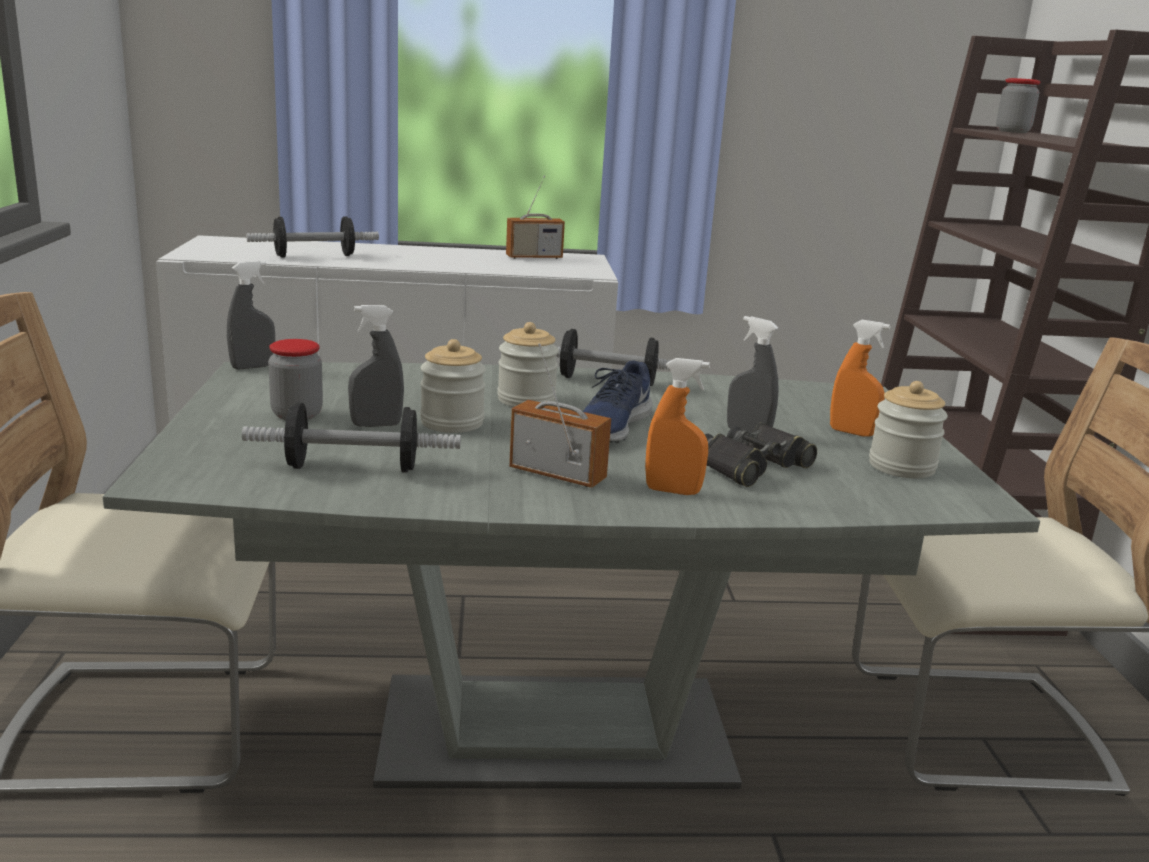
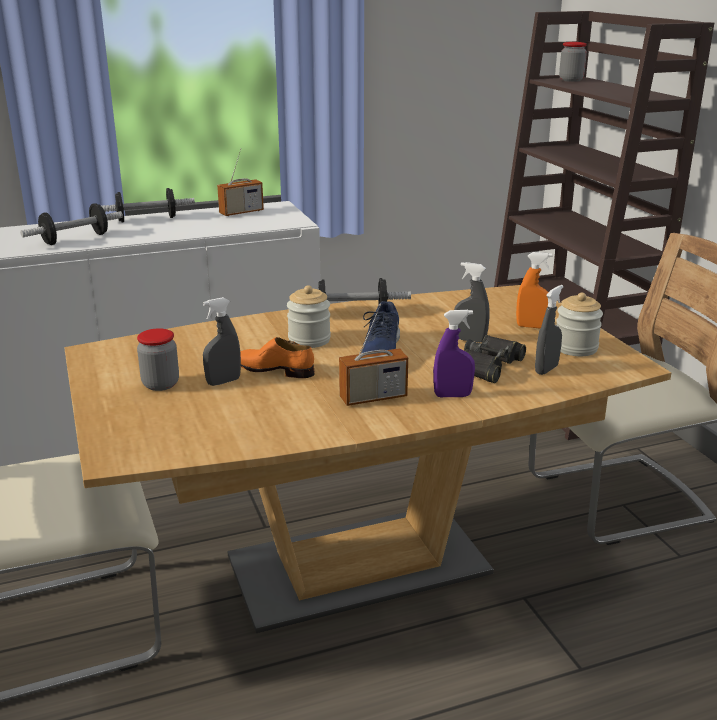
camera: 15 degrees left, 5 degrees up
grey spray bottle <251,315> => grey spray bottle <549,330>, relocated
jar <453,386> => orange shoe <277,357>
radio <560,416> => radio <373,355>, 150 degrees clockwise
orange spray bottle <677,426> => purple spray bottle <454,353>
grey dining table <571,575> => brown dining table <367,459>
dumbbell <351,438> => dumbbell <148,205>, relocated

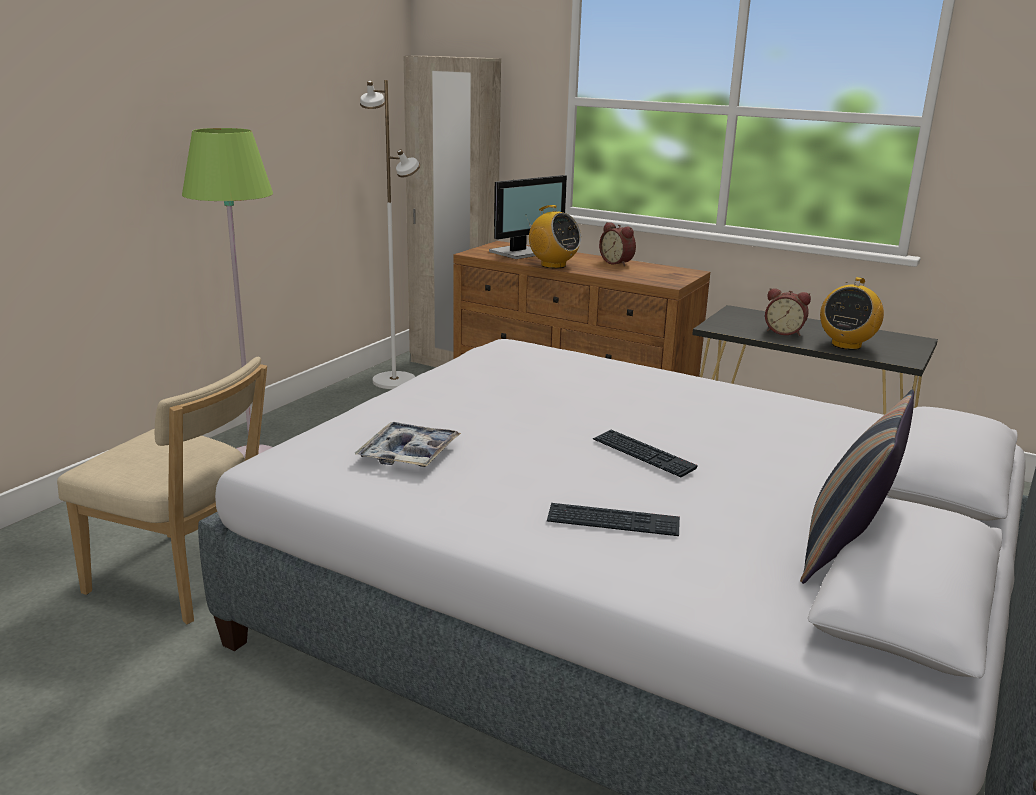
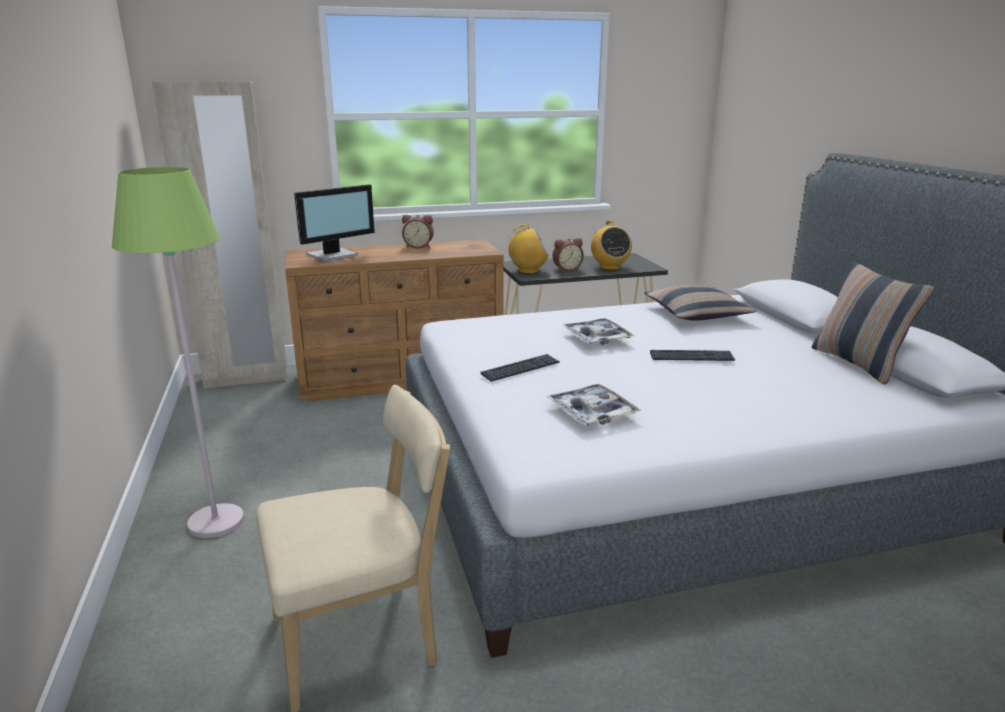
camera: 45 degrees left, 0 degrees up
white floor lamp <390,234> => nothing
monitor <528,217> => monitor <334,223>, 45 degrees clockwise
radio <554,237> => radio <528,249>, relocated
keyboard <613,519> => keyboard <520,368>, relocated
nothing => pillow <700,303>
nothing => tray <598,331>

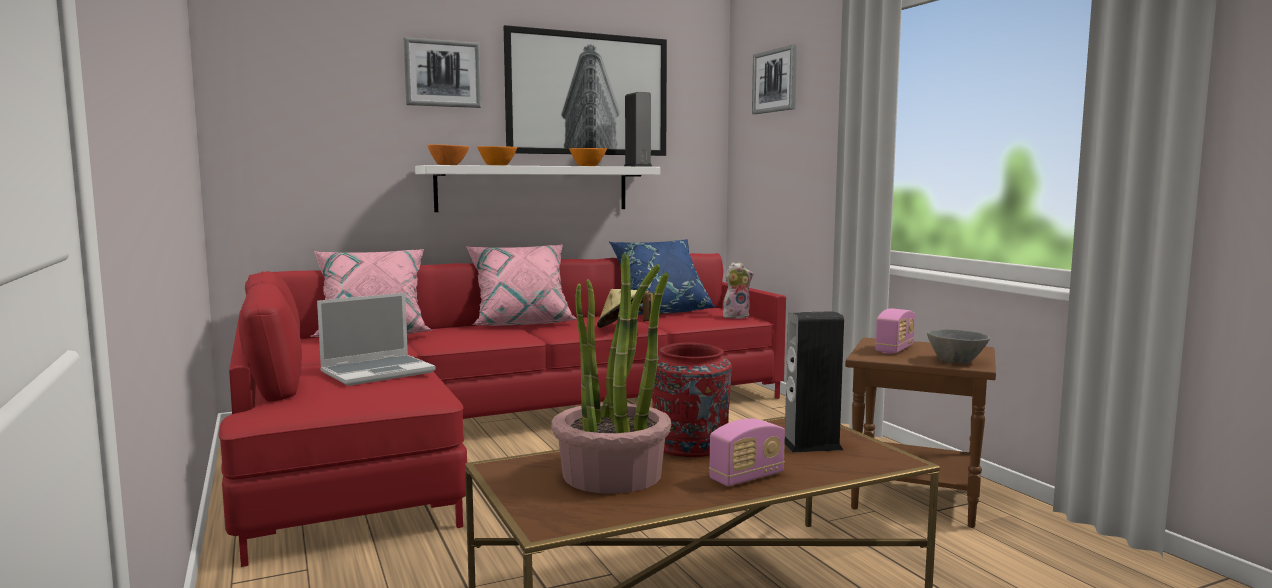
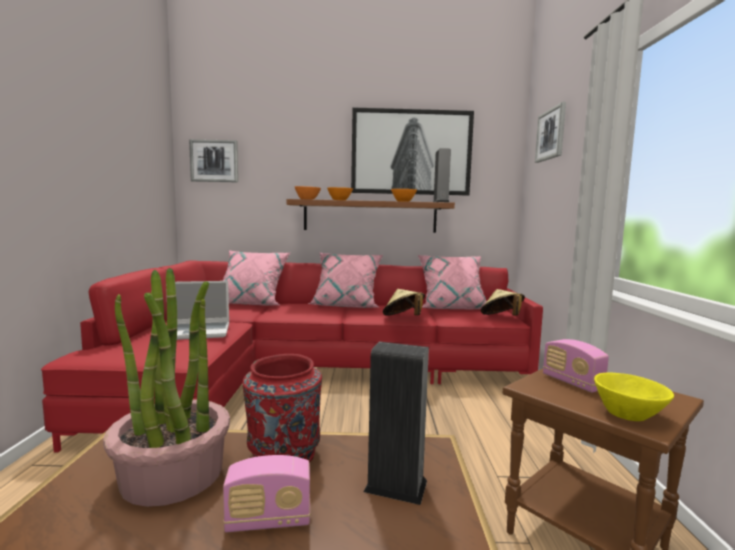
camera: 25 degrees right, 0 degrees up
picture <442,72> => picture <213,160>, relocated
white shelf <537,188> => brown shelf <370,216>
blue pillow <662,277> => pink pillow <452,282>
plush toy <738,290> => beige hat <503,302>
radio <895,331> => radio <576,366>, 90 degrees clockwise
grey bowl <958,346> => yellow bowl <634,397>

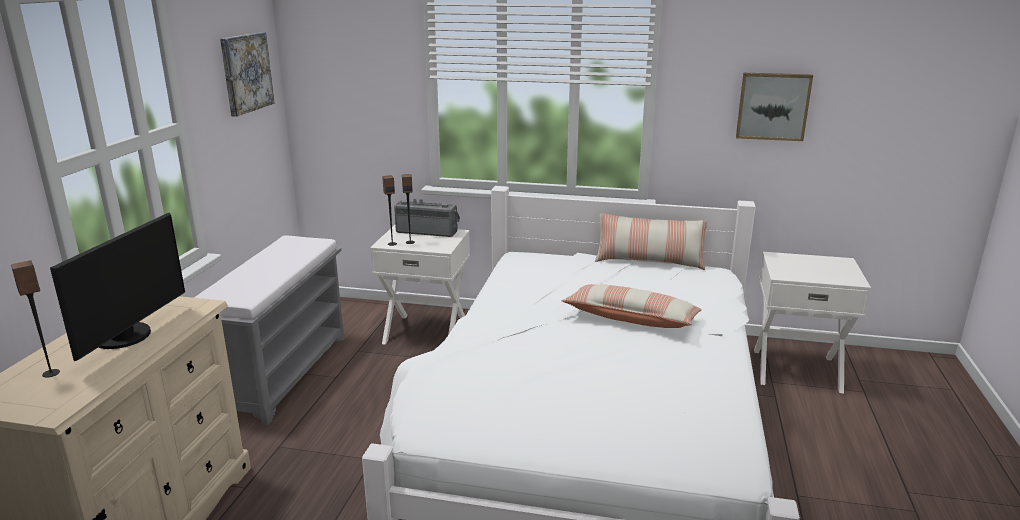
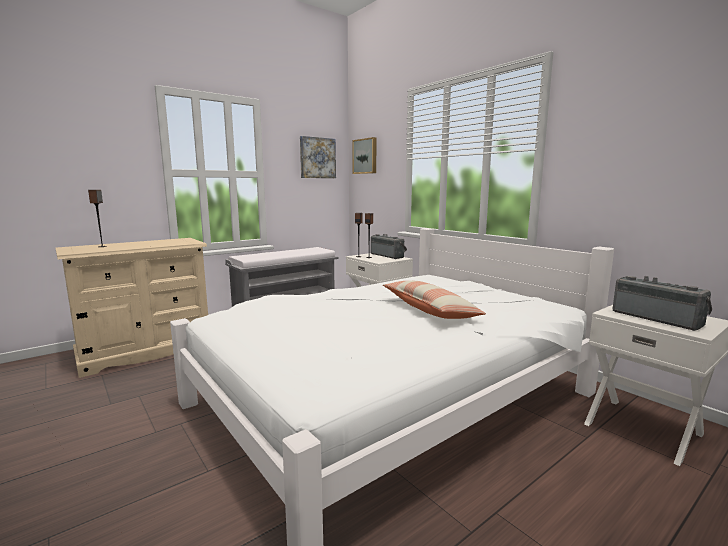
camera: 40 degrees right, 10 degrees down
picture <774,107> => picture <364,155>, relocated
monitor <117,287> => nothing
pillow <651,241> => nothing
nothing => radio <662,303>

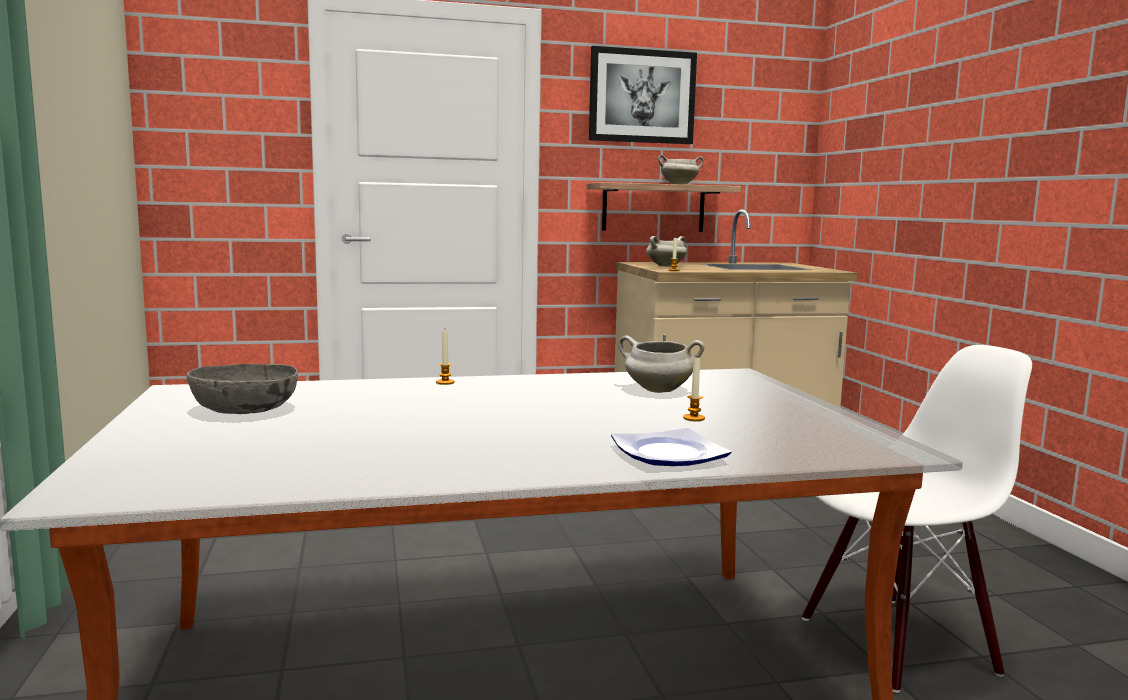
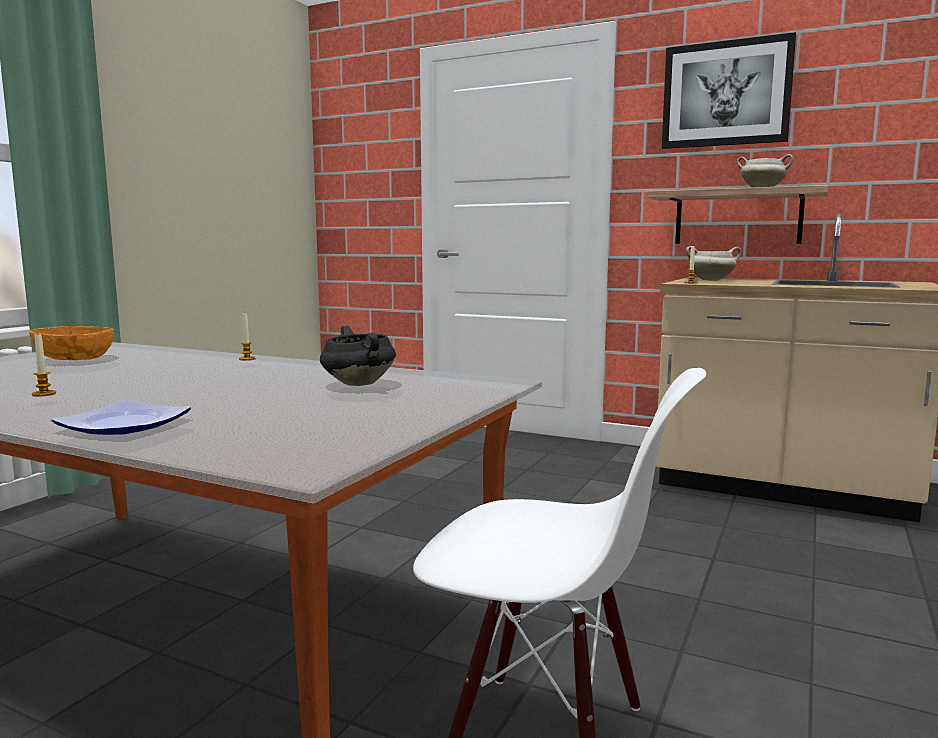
camera: 40 degrees right, 0 degrees up
white cooking pot <661,364> => black cooking pot <358,356>
candle <694,389> => candle <44,364>, relocated
grey bowl <242,389> => orange bowl <71,343>

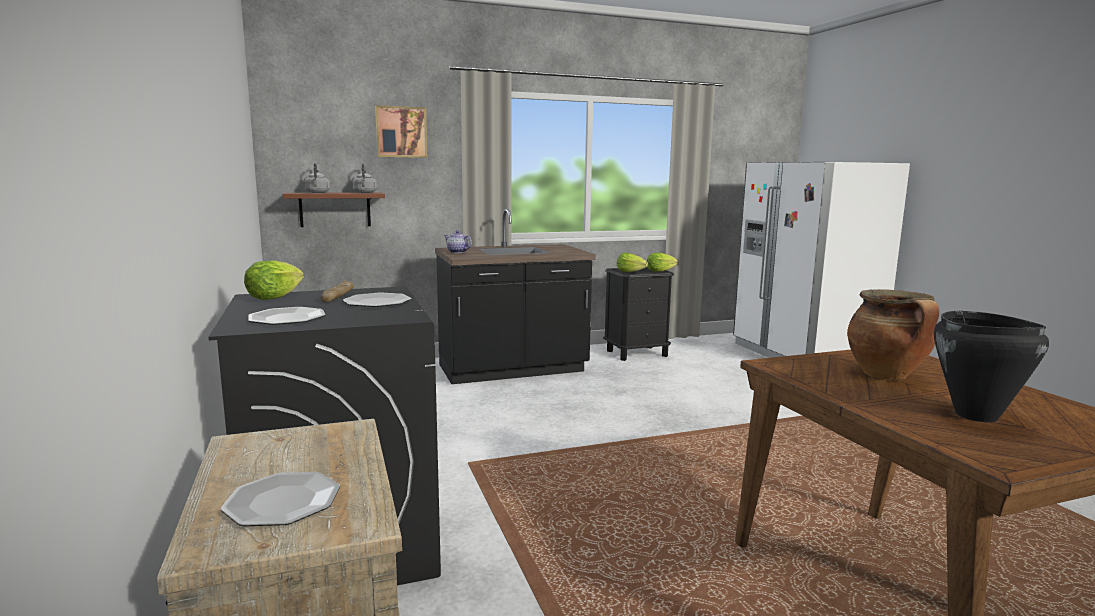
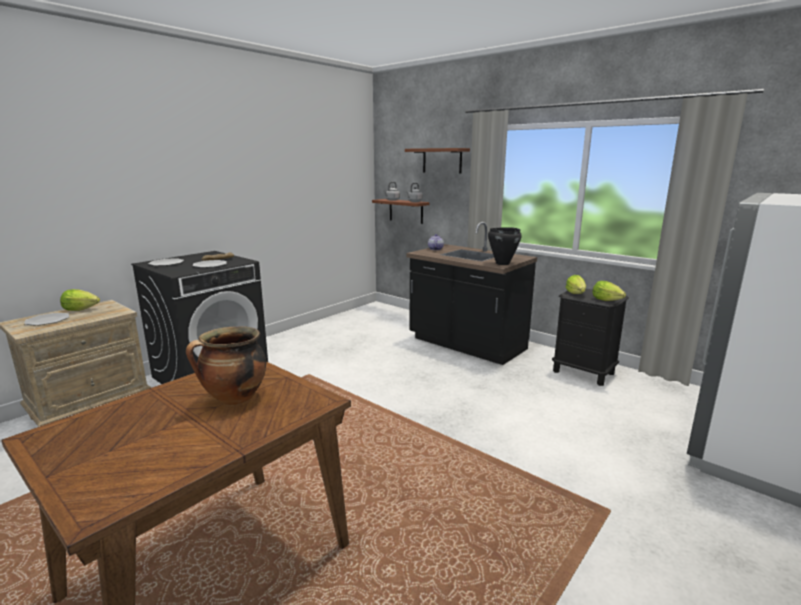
camera: 60 degrees right, 5 degrees up
picture <401,131> => shelf <437,161>
lettuce <274,280> => lettuce <80,300>, relocated
black cooking pot <991,366> => black cooking pot <505,246>, relocated

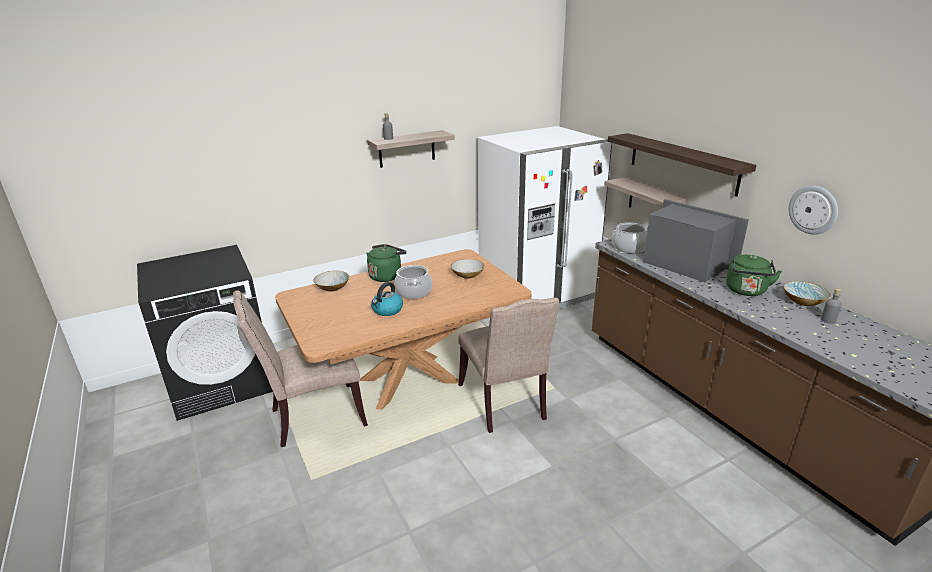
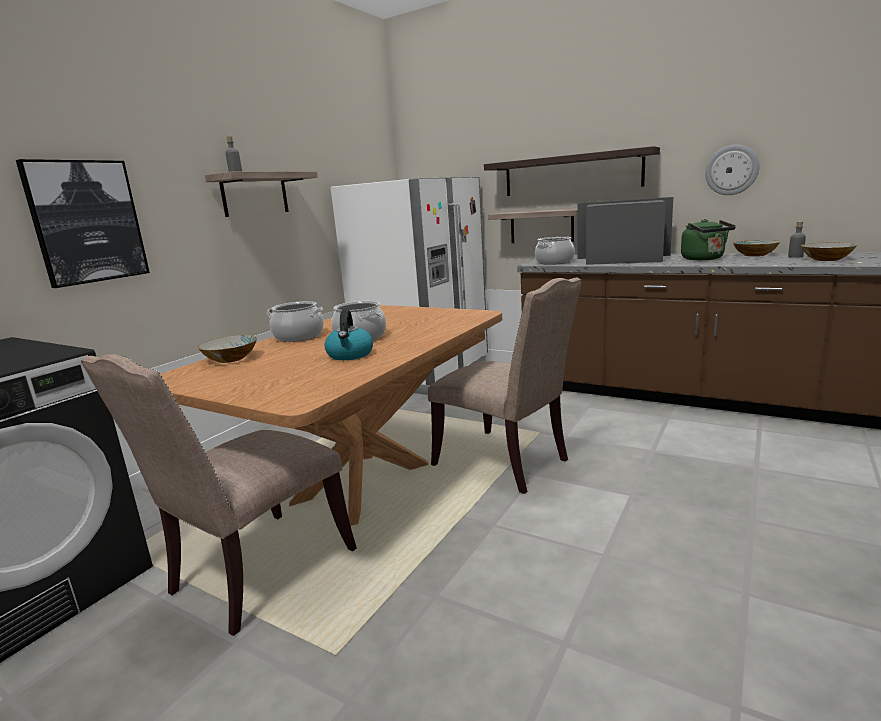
camera: 30 degrees left, 10 degrees down
green kettle <386,263> => cooking pot <295,321>
bowl <467,269> => bowl <829,252>, relocated
nothing => picture <83,223>

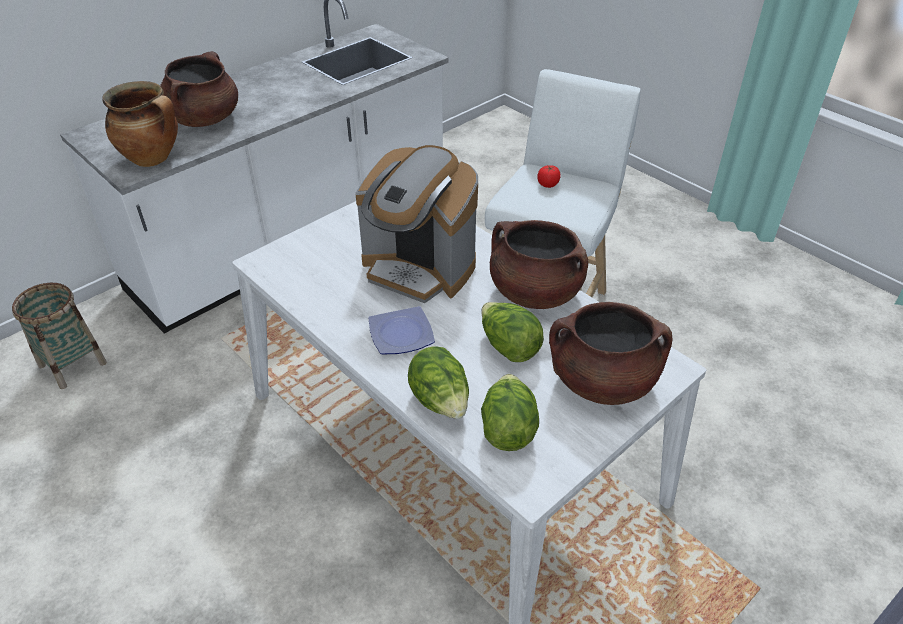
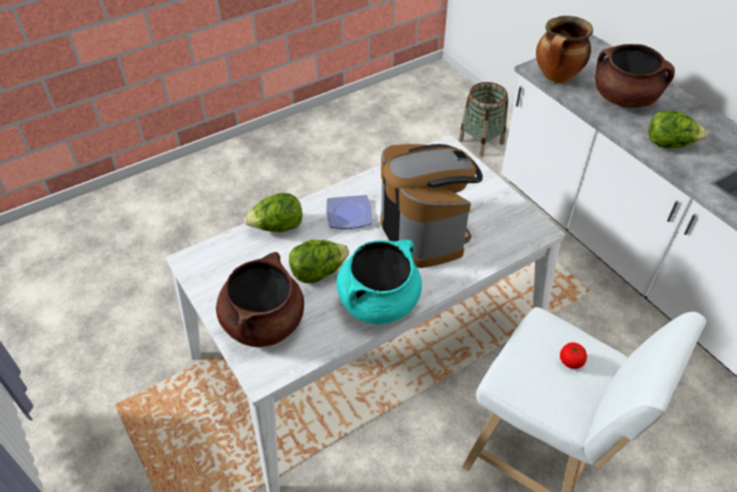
camera: 100 degrees right, 5 degrees up
coffee machine <416,224> => coffee machine <431,206>, 120 degrees clockwise
brown cooking pot <539,264> => turquoise cooking pot <379,282>
lettuce <510,412> => lettuce <678,129>, relocated

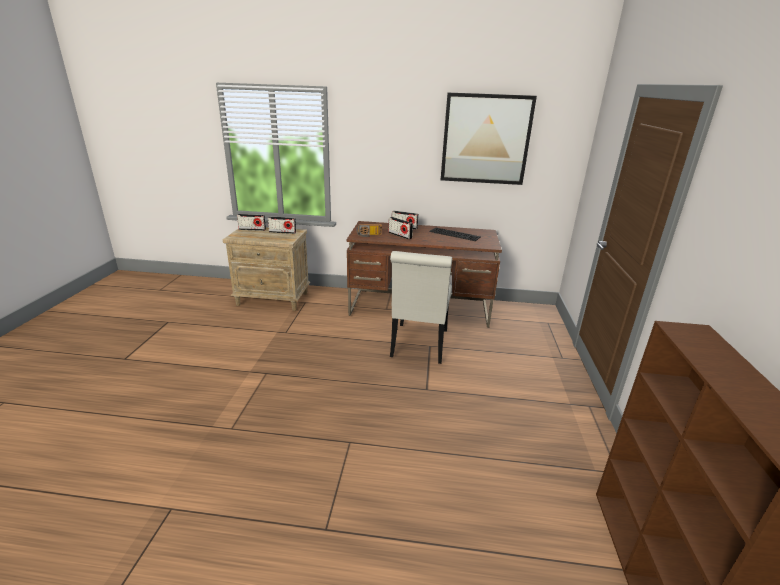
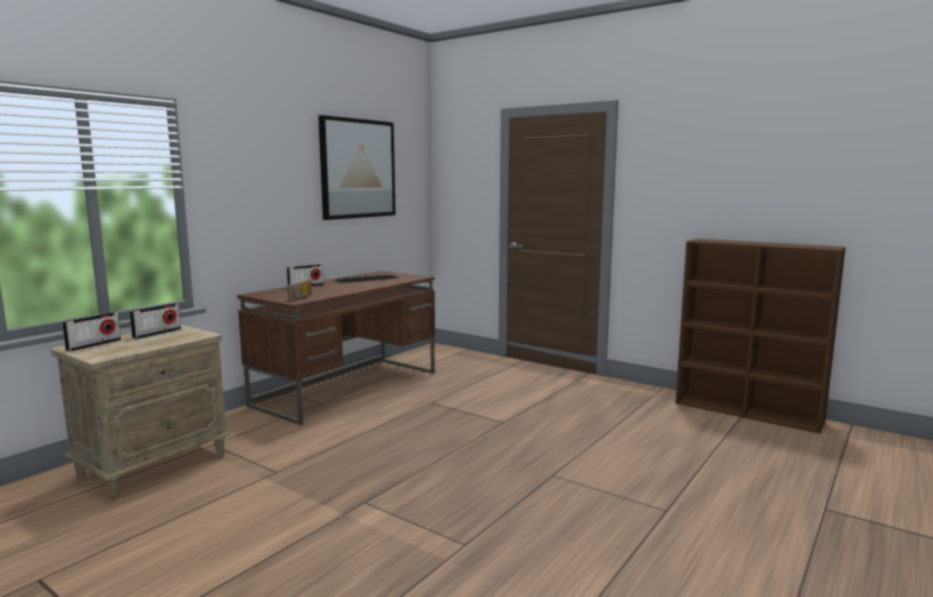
camera: 60 degrees left, 15 degrees down
radio <400,228> => nothing
white chair <421,307> => nothing

